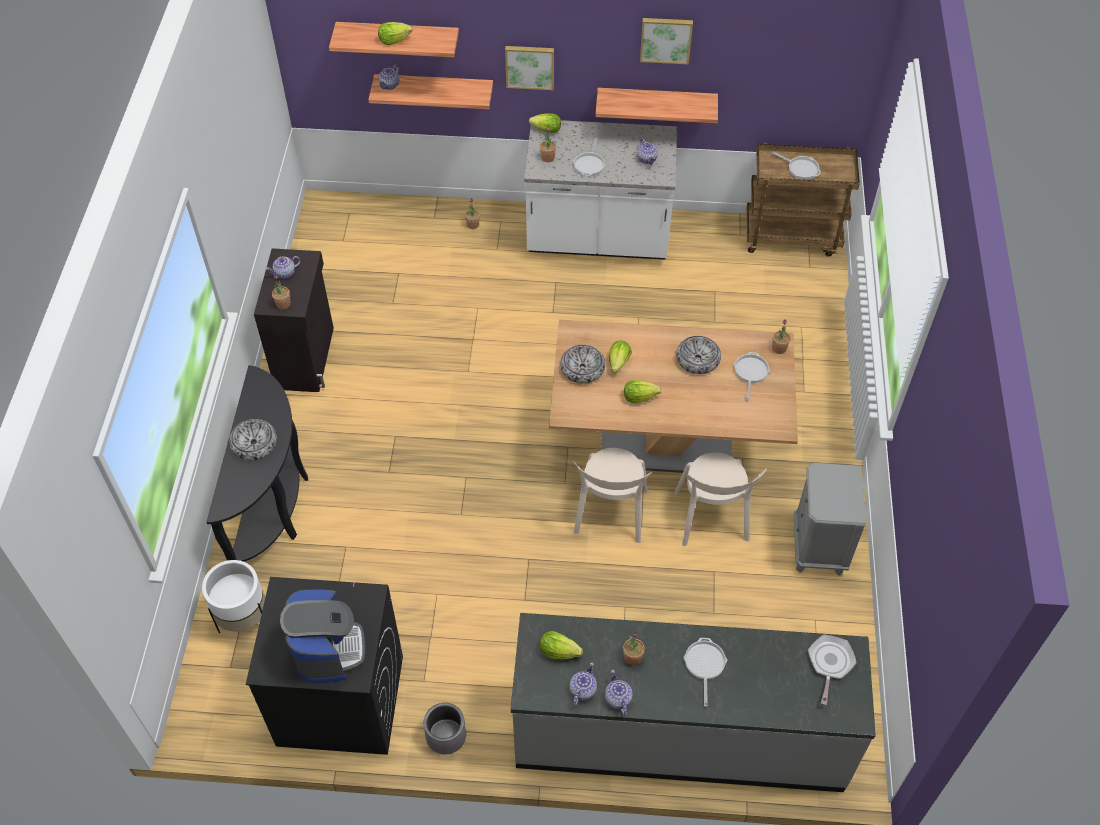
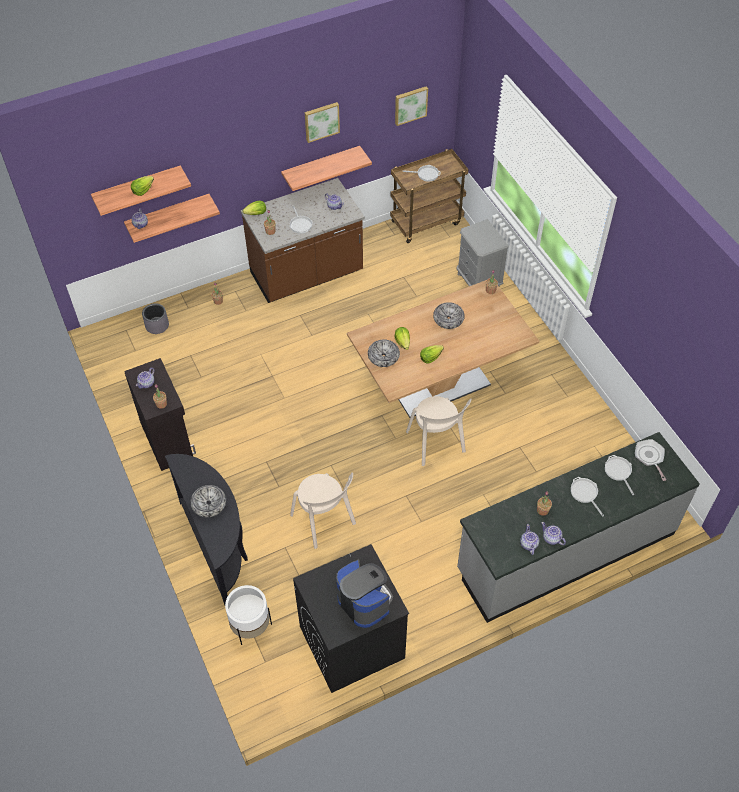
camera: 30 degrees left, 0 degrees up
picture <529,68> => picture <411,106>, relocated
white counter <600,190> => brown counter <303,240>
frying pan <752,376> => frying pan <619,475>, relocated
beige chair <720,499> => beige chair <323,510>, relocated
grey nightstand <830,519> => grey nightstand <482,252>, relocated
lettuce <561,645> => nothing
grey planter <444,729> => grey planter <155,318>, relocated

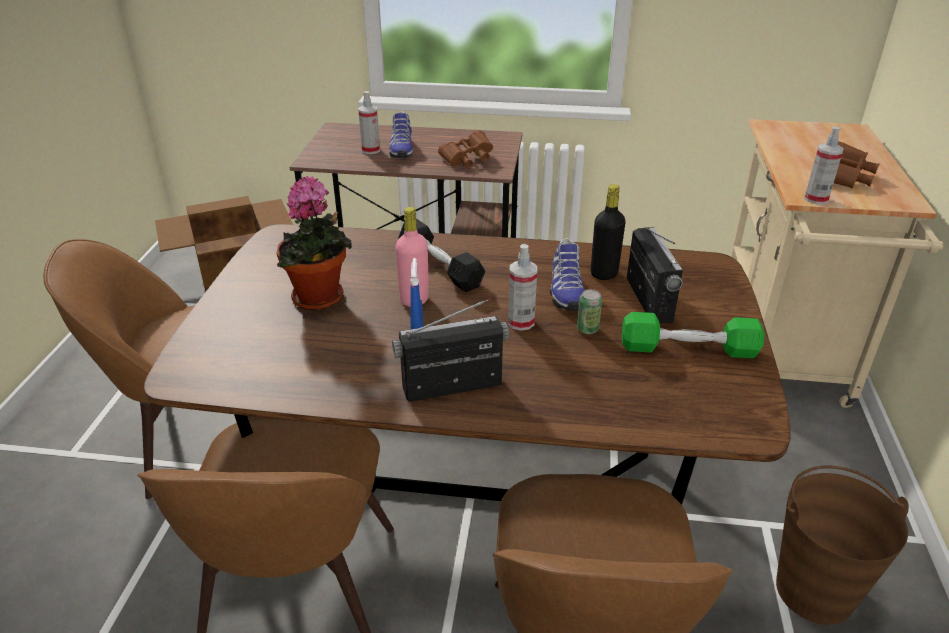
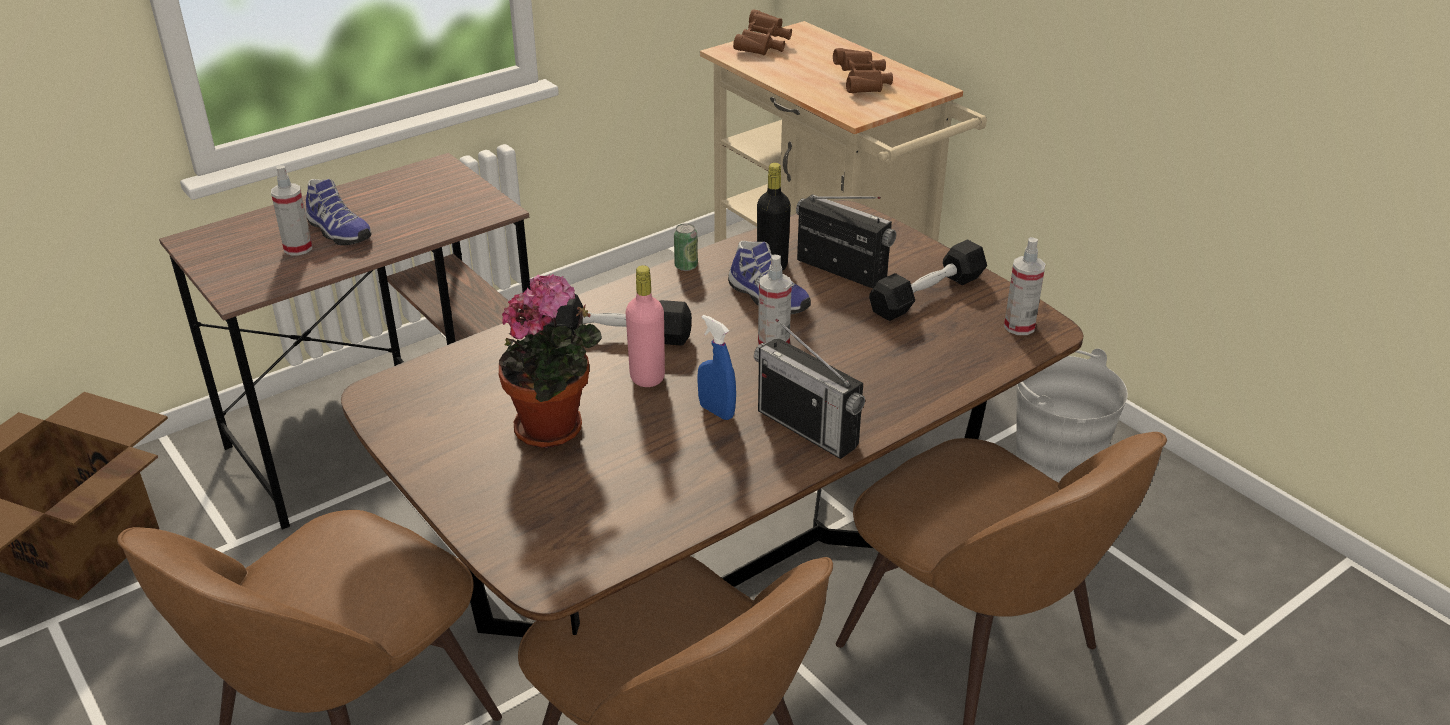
camera: 45 degrees left, 0 degrees up
spray bottle <824,165> => spray bottle <1025,286>, relocated
brown binoculars <465,149> => brown binoculars <762,32>, relocated
can <589,311> => can <686,247>, relocated
radio <450,350> => radio <809,389>, 75 degrees counterclockwise
green dumbbell <693,335> => black dumbbell <928,280>
brown bucket <842,545> => grey bucket <1072,415>

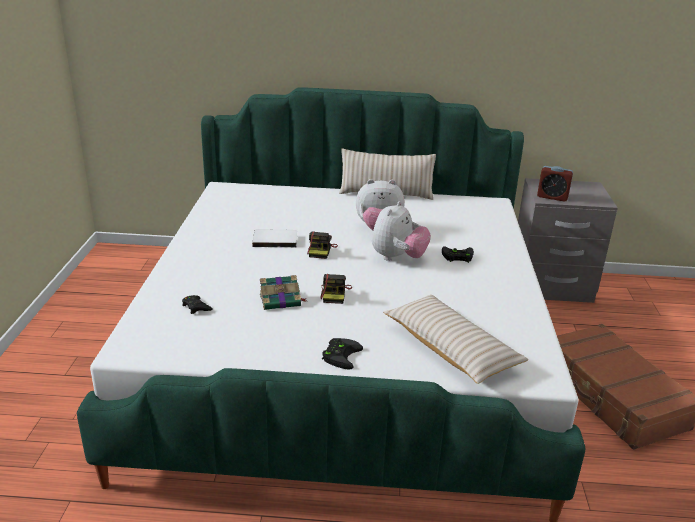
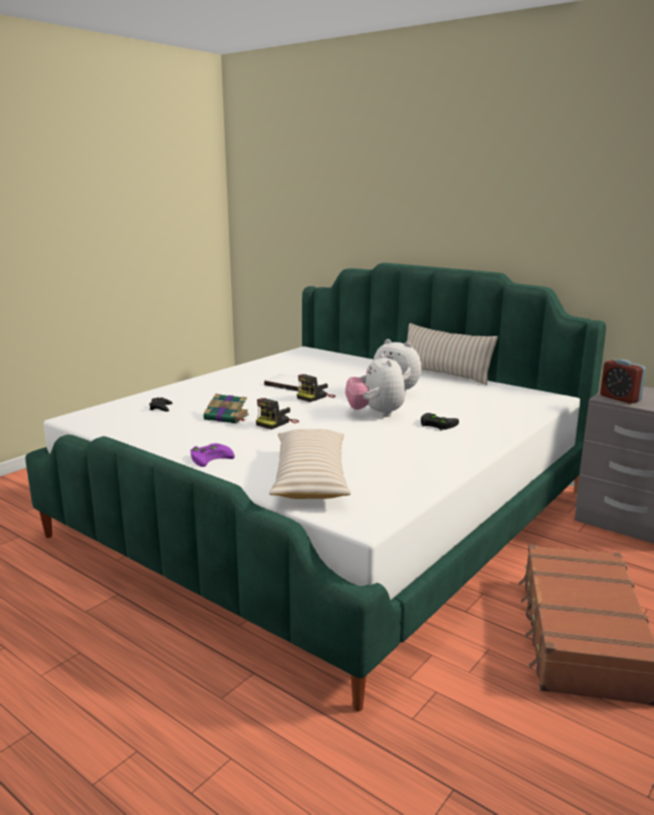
camera: 35 degrees right, 10 degrees down
plush toy <401,231> => plush toy <375,385>, 105 degrees clockwise
black game controller <342,354> => purple game controller <212,455>

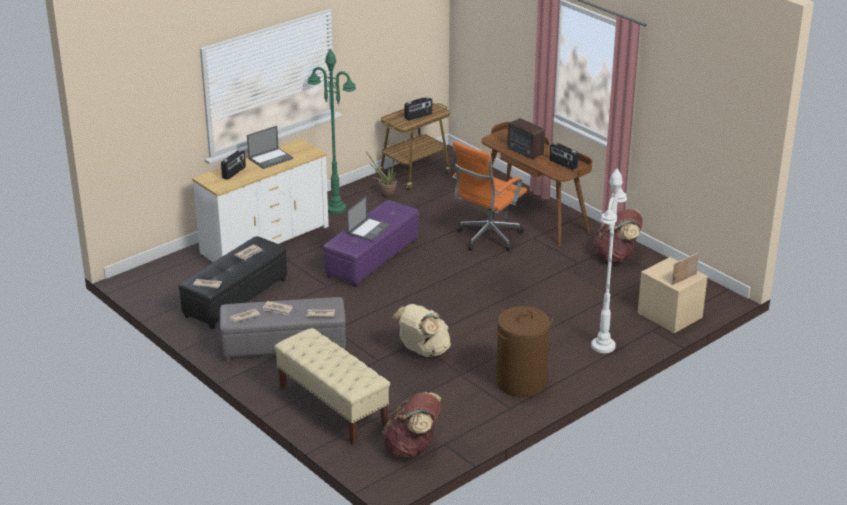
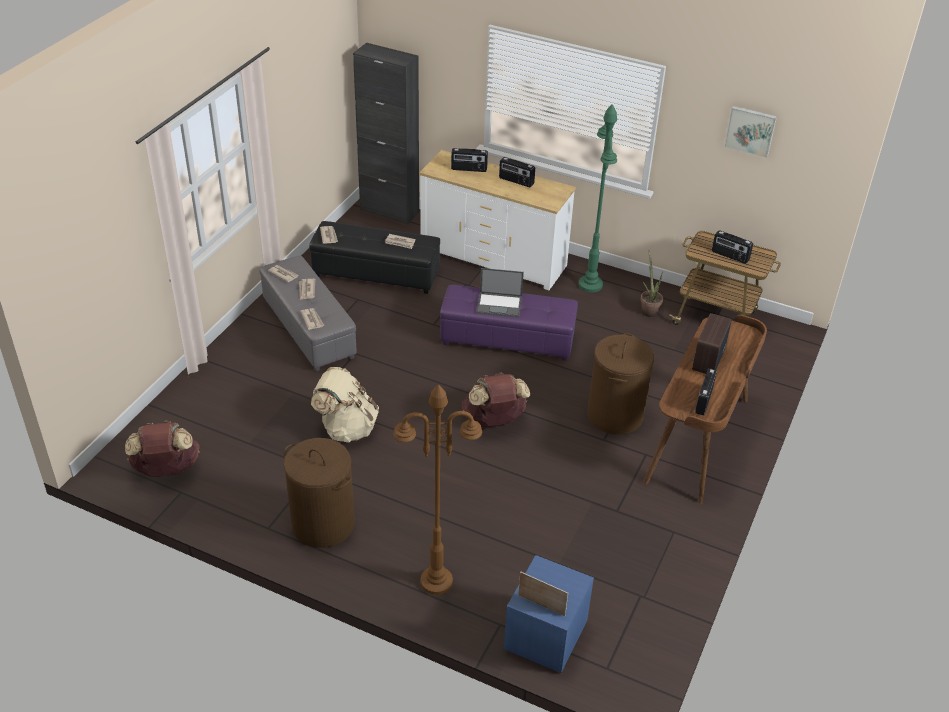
camera: 65 degrees right, 10 degrees up
laptop <270,147> => radio <517,172>
orange office chair <489,196> => brown laundry basket <620,384>
white floor lamp <609,261> => brown floor lamp <437,489>
brown backpack <618,235> => brown backpack <496,400>, relocated
beige nightstand <673,295> => blue nightstand <549,614>
beige bench <332,386> => nothing
nothing => black cabinet <386,133>
nothing => picture <750,132>

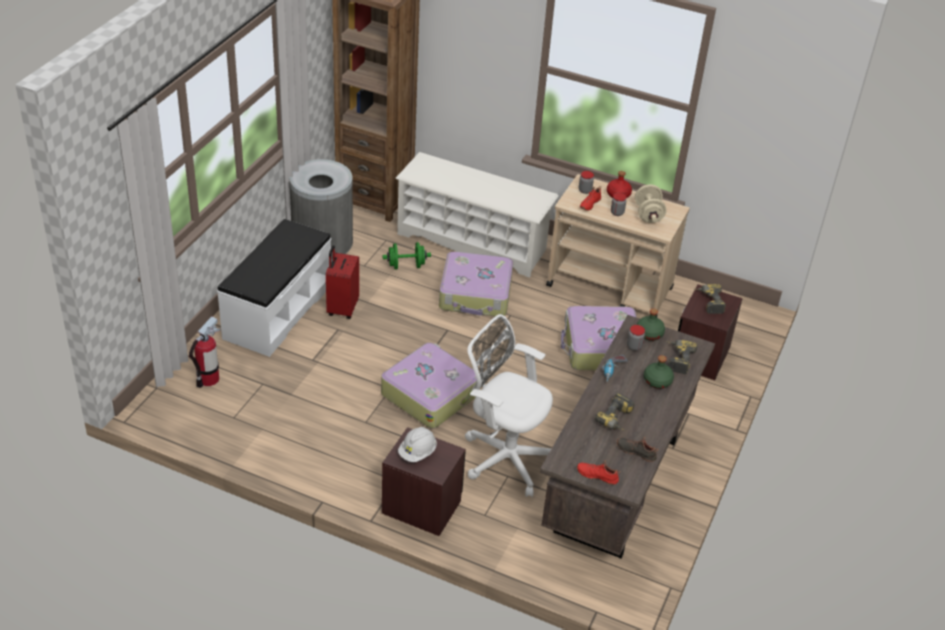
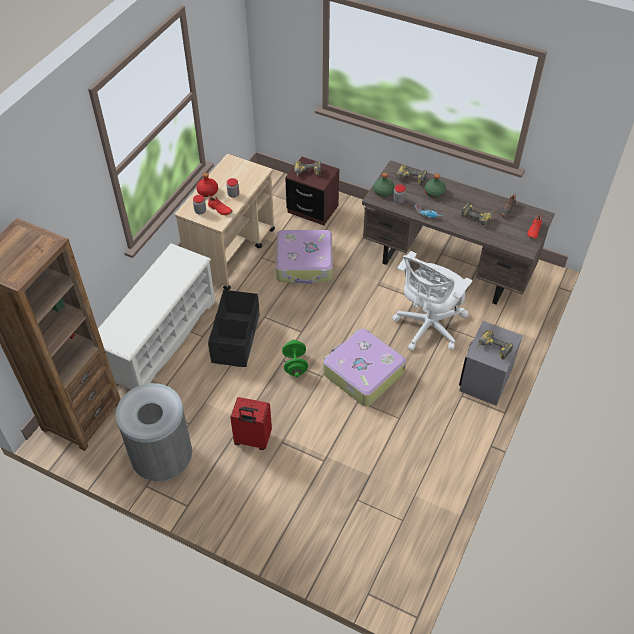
camera: 85 degrees left, 10 degrees up
beige dumbbell <650,203> => nothing
white bench <274,288> => nothing
green dumbbell <407,256> => green dumbbell <295,358>, relocated
suitcase <476,284> => black storage box <234,328>
fire extinguisher <204,352> => nothing
brown nightstand <424,481> => grey nightstand <491,363>
white hard hat <417,444> => power drill <495,344>

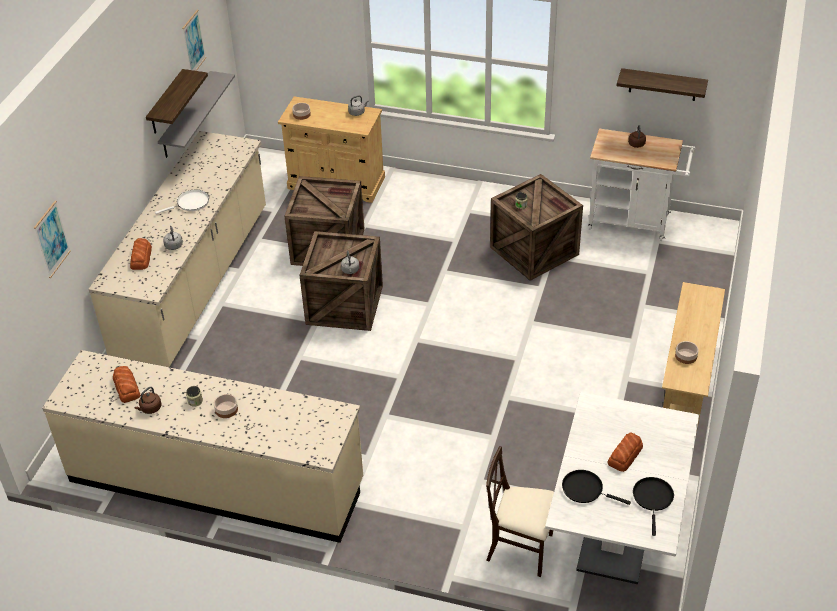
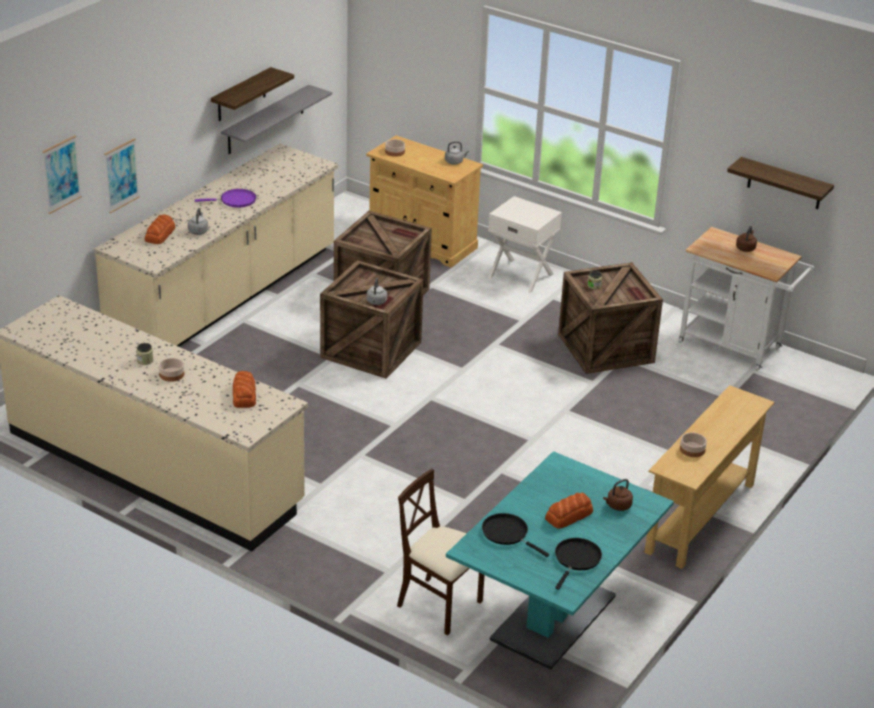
camera: 15 degrees right, 10 degrees down
picture <194,40> => picture <122,175>, relocated
white frying pan <182,201> => purple frying pan <225,198>
bread <126,384> => bread <244,389>, relocated
brown kettle <147,400> => brown kettle <618,495>, relocated
white dining table <622,488> => turquoise dining table <560,560>
nothing => white nightstand <525,244>

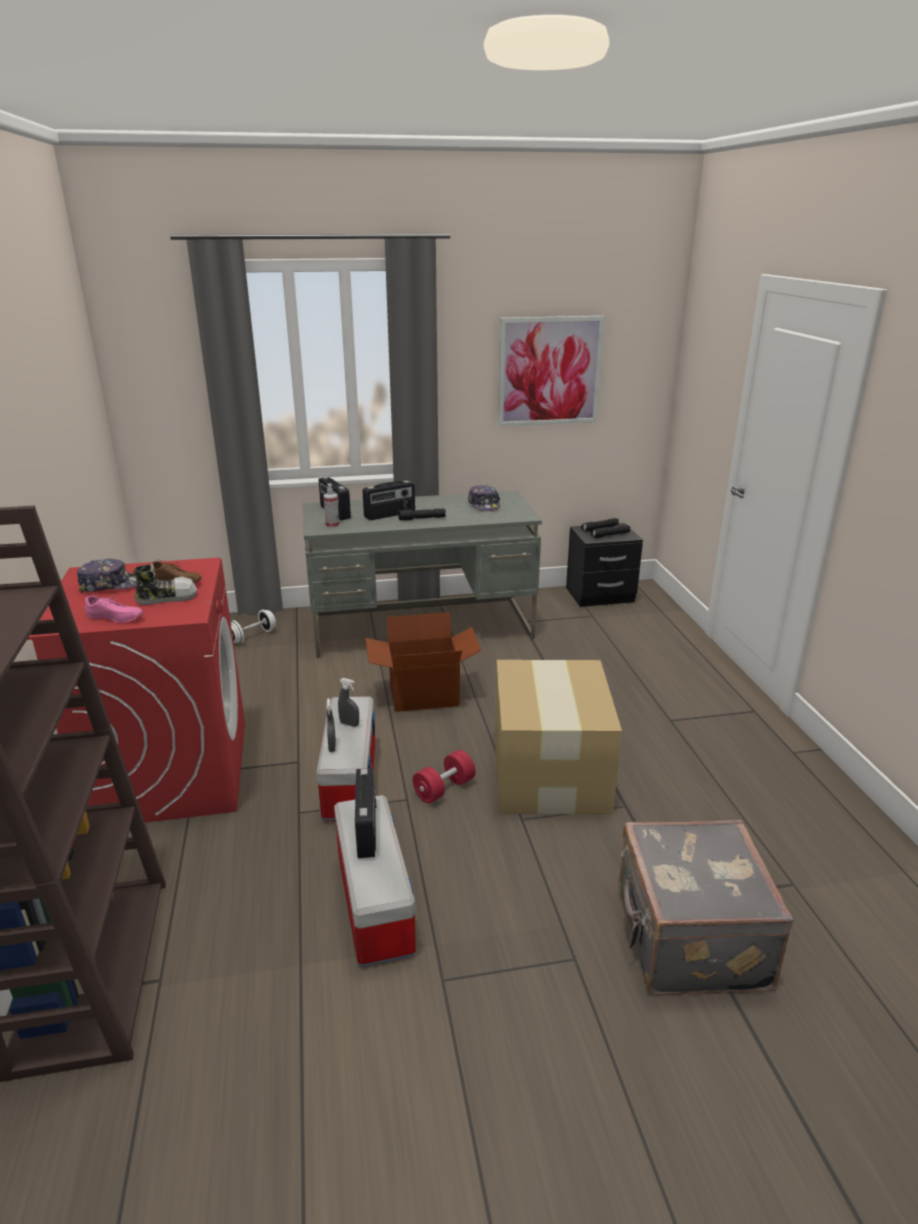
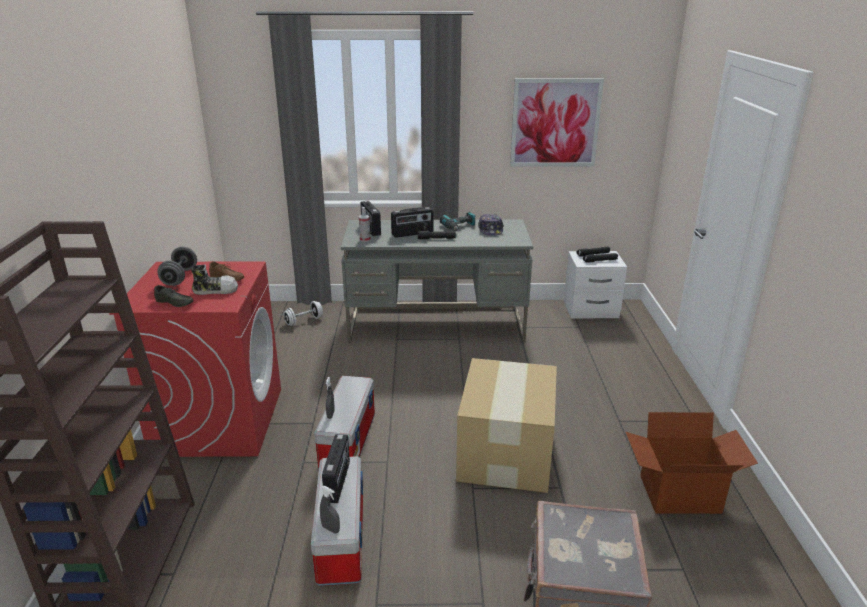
camera: 10 degrees right, 0 degrees up
black nightstand <604,565> => white nightstand <595,284>
cap <107,575> => grey dumbbell <177,266>
pink shoe <114,608> => grey shoe <174,296>
cardboard box <423,662> => cardboard box <692,463>, relocated
grey spray bottle <348,702> => grey spray bottle <330,510>, relocated
red dumbbell <444,776> => nothing
nothing => power drill <458,221>

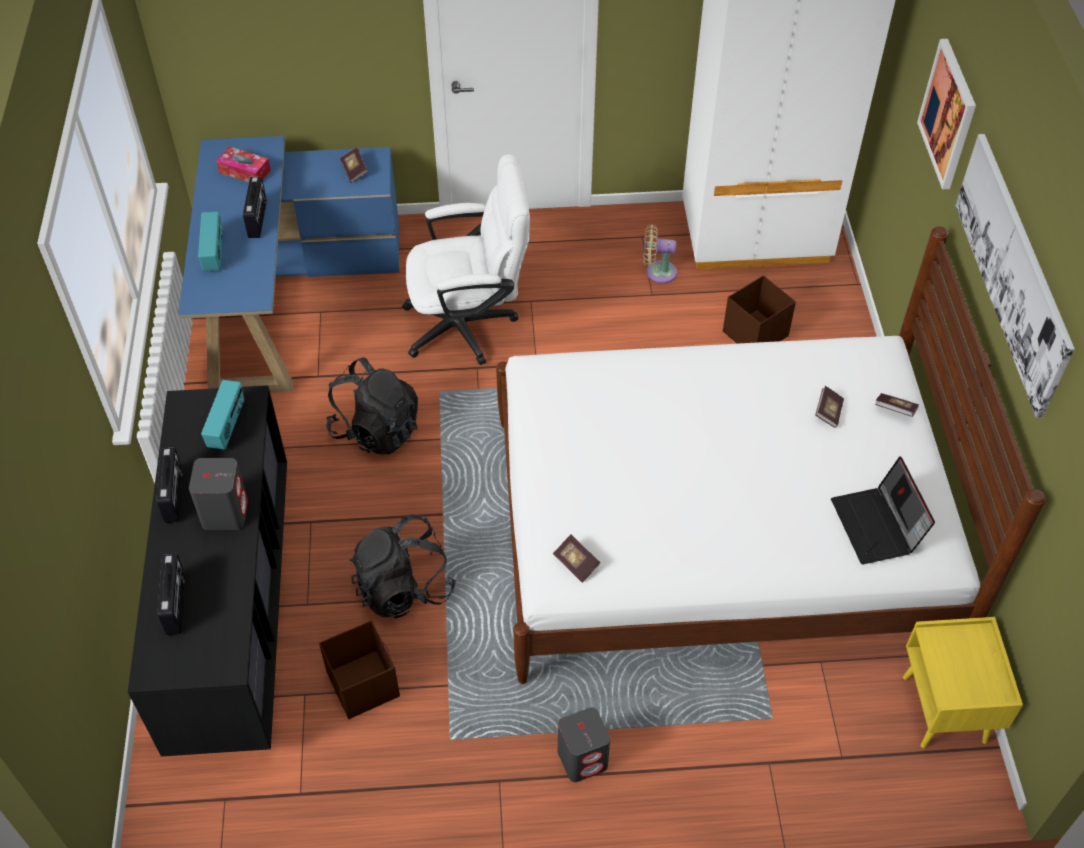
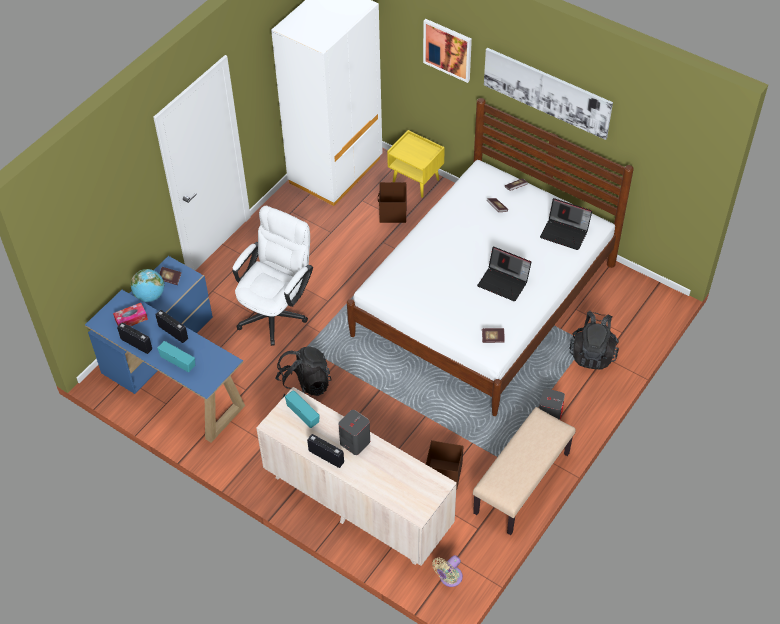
camera: 50 degrees left, 0 degrees up
beige fan <660,254> => beige fan <447,571>, relocated
black dresser <207,571> => beige dresser <356,476>
black backpack <403,566> => black backpack <594,340>, relocated
radio <171,594> => radio <134,338>, relocated
yellow nightstand <963,682> => yellow nightstand <416,164>, relocated
nothing => laptop <504,274>
nothing => globe <148,285>
nothing => beige bench <524,471>

